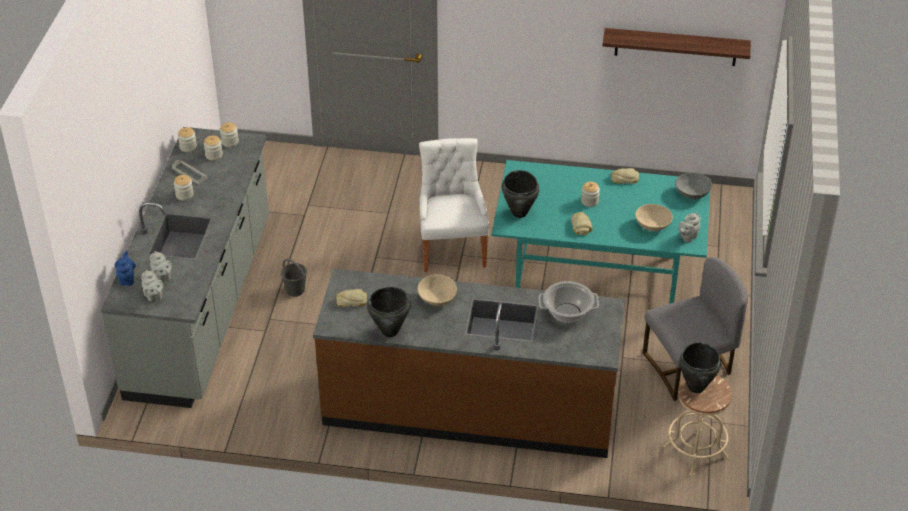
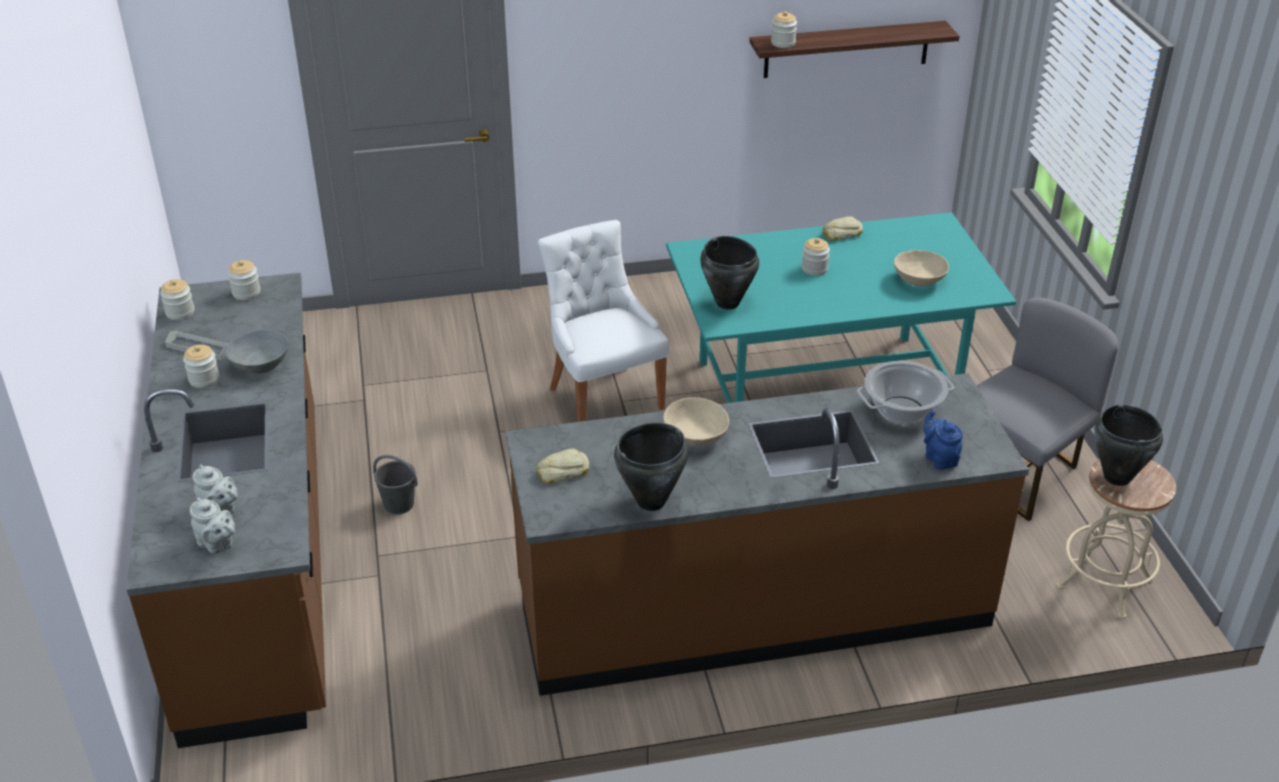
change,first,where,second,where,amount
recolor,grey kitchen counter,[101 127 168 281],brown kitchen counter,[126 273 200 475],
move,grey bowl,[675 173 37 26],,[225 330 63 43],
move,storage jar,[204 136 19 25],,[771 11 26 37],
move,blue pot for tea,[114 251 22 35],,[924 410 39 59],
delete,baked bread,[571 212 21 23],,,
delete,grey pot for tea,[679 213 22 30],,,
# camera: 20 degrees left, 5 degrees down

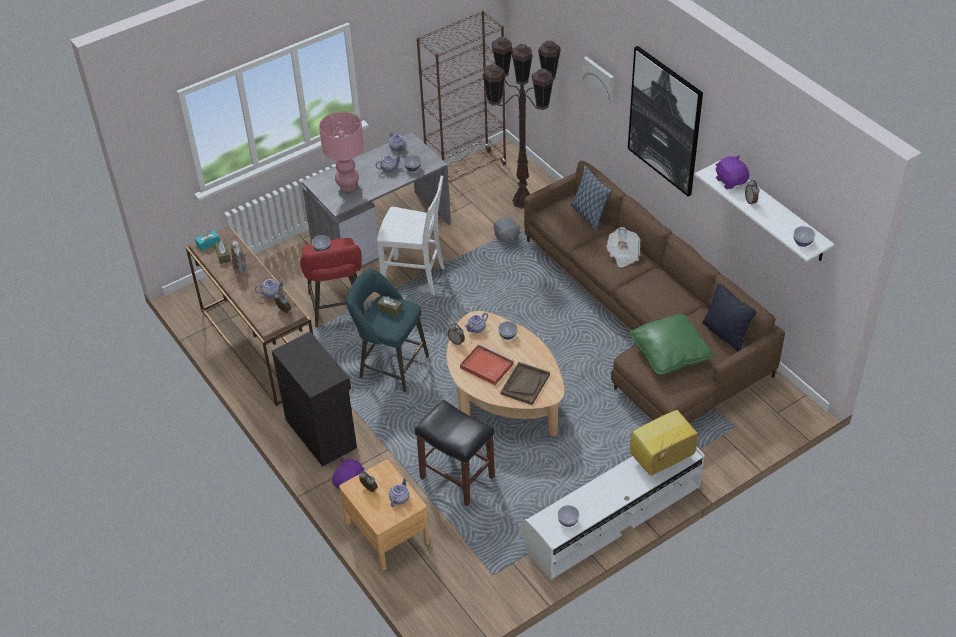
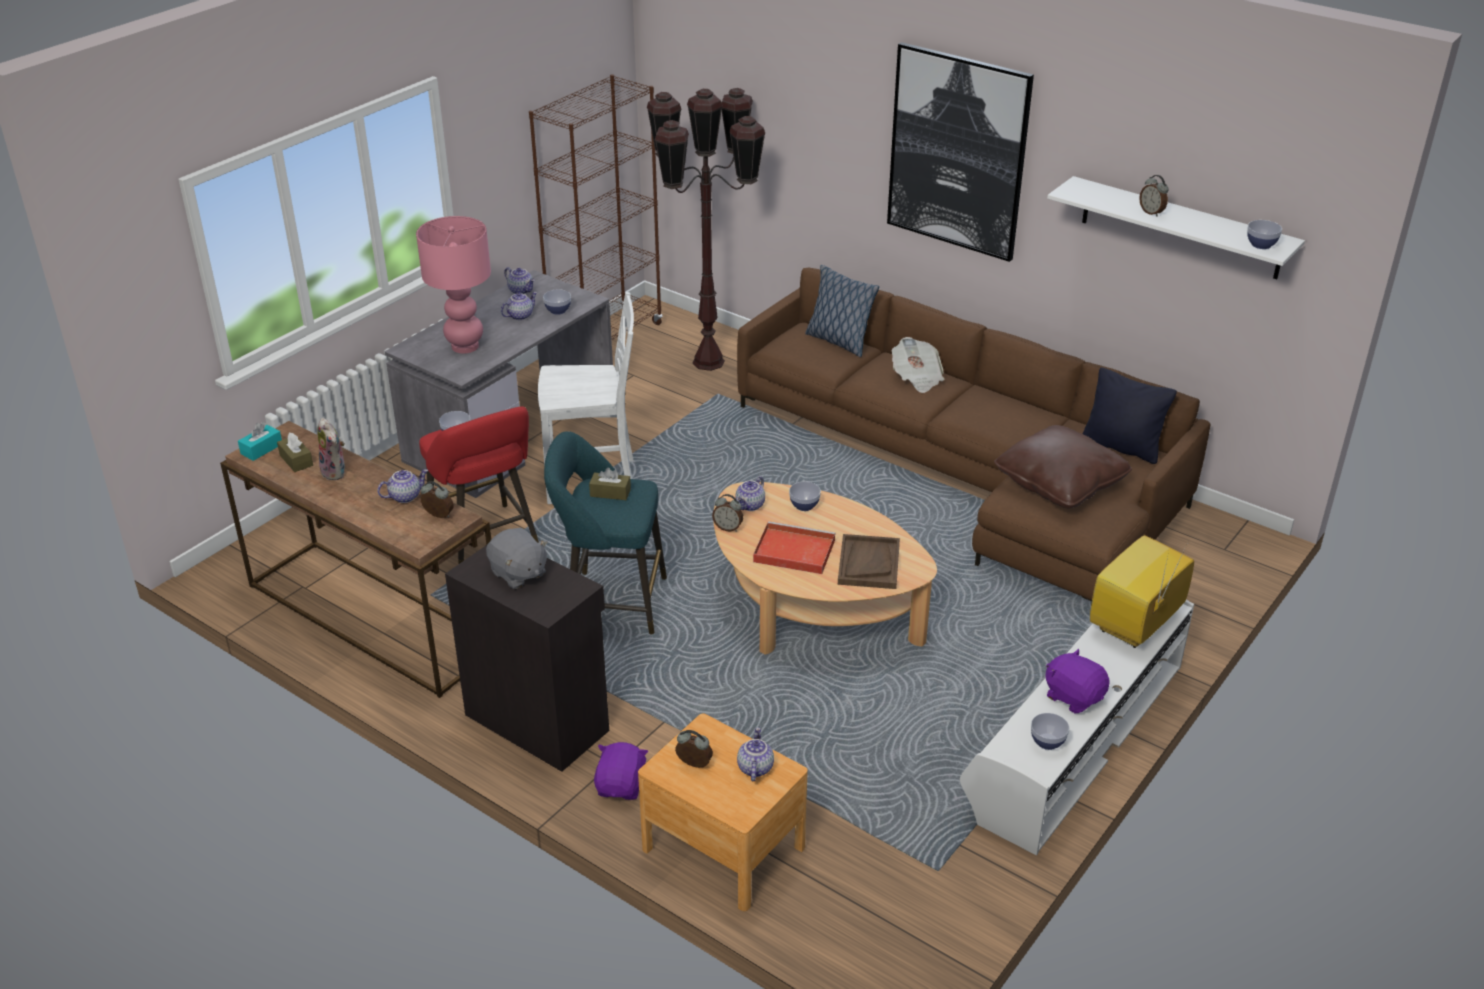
change,first,where,second,where,amount
move,grey cuddly toy,[493 217 28 28],,[486 528 62 61],
recolor,green-coloured throw pillow,[630 314 83 61],brown throw pillow,[994 425 138 84],
move,purplish cuddly toy,[715 156 34 33],,[1046 649 64 65],
delete,black stool,[415 400 80 106],,,
delete,wall picture,[582 56 32 46],,,
# camera: 20 degrees left, 10 degrees down

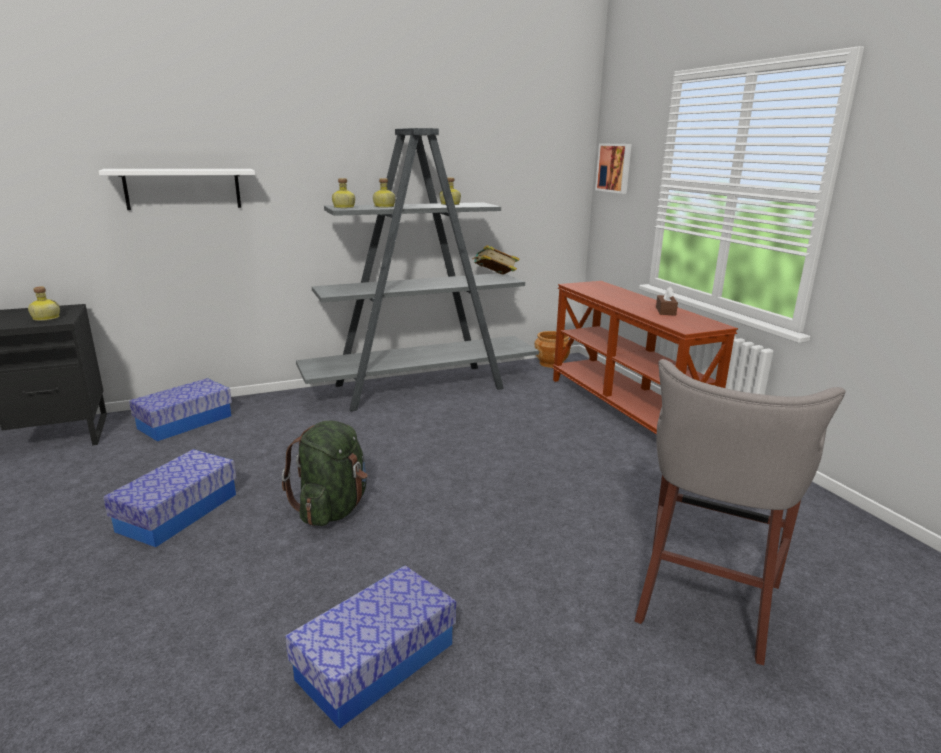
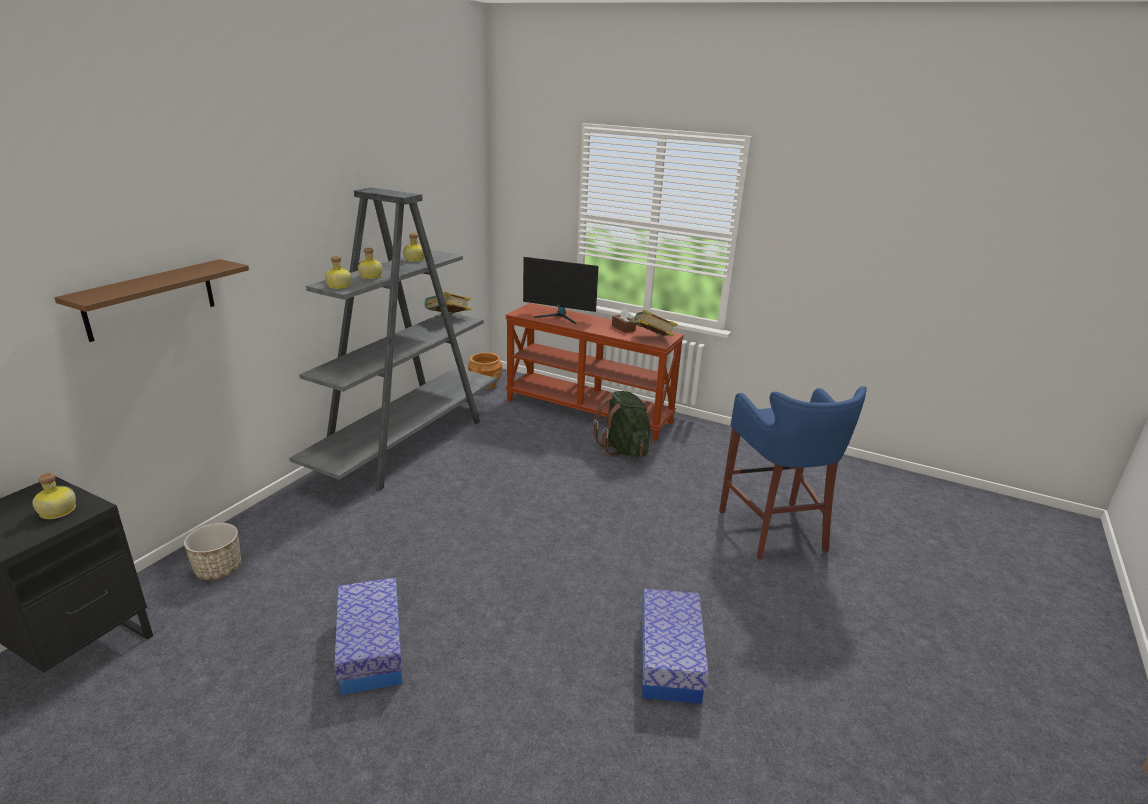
change,first,where,second,where,amount
recolor,whitish shelf,[99 169 156 41],brown shelf,[54 259 195 83],
replace,storage bin,[129 378 103 63],flower pot,[184 523 58 57],
insert,,,computer display,[523 257 75 67],
move,green-coloured backpack,[282 421 86 105],,[593 391 57 67],
insert,,,volume,[632 310 46 26],
recolor,grey stool,[635 359 211 306],blue stool,[719 386 148 173],
delete,wall picture,[595 143 36 51],,,
# camera: 40 degrees left, 5 degrees up

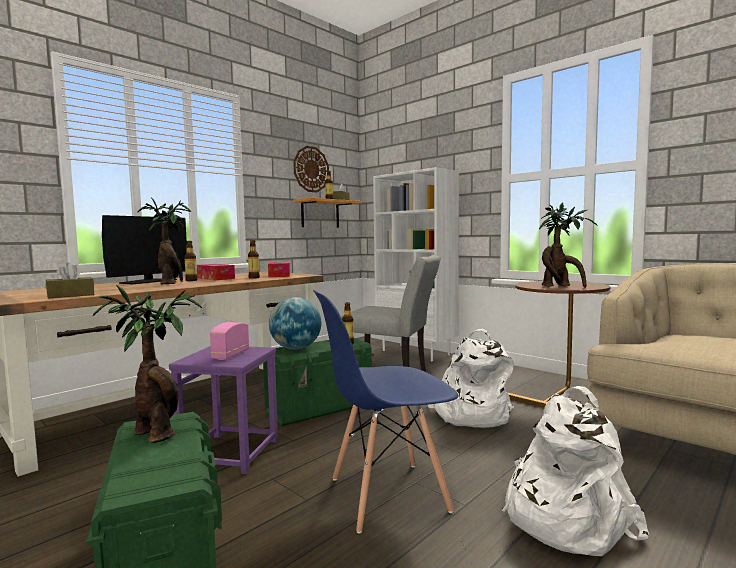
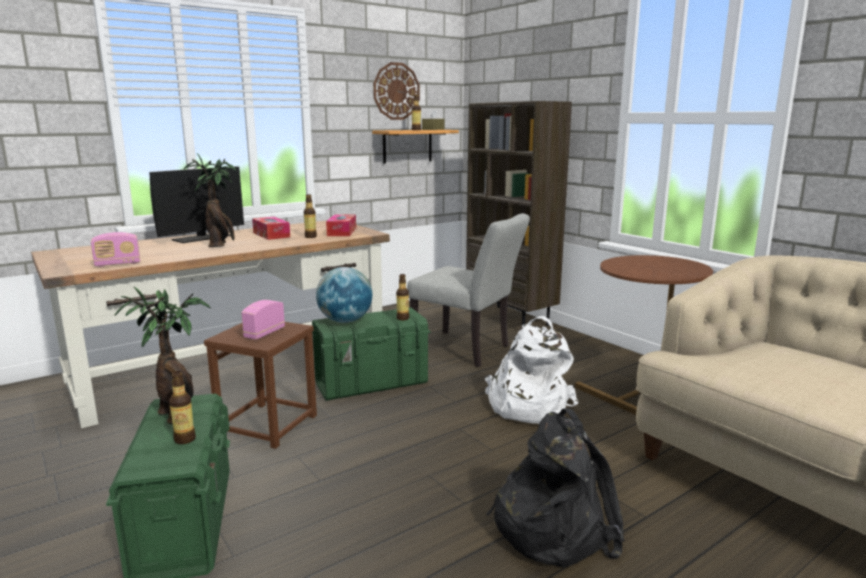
change,first,where,second,where,amount
replace,brown box of tissues,[46 262 48 37],radio,[91 232 49 35],
move,bottle,[184 241 13 40],,[169 371 27 73],
recolor,purplish stool,[169 346 109 128],brown stool,[204 322 113 127],
recolor,whitish bookshelf,[373 167 86 194],brown bookshelf,[466 101 106 225],
recolor,whitish backpack,[502 386 147 170],black backpack,[486 408 138 159],
delete,blue plain chair,[313 290 146 244],,,
delete,potted plant,[539 202 59 86],,,
# camera: 10 degrees right, 10 degrees up

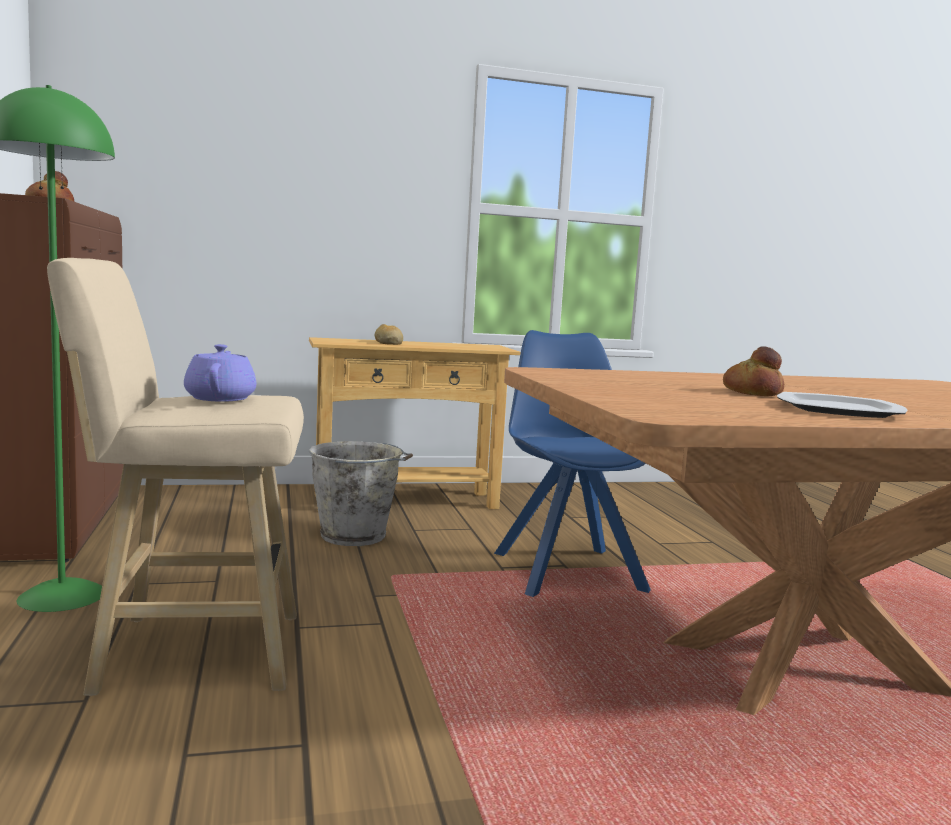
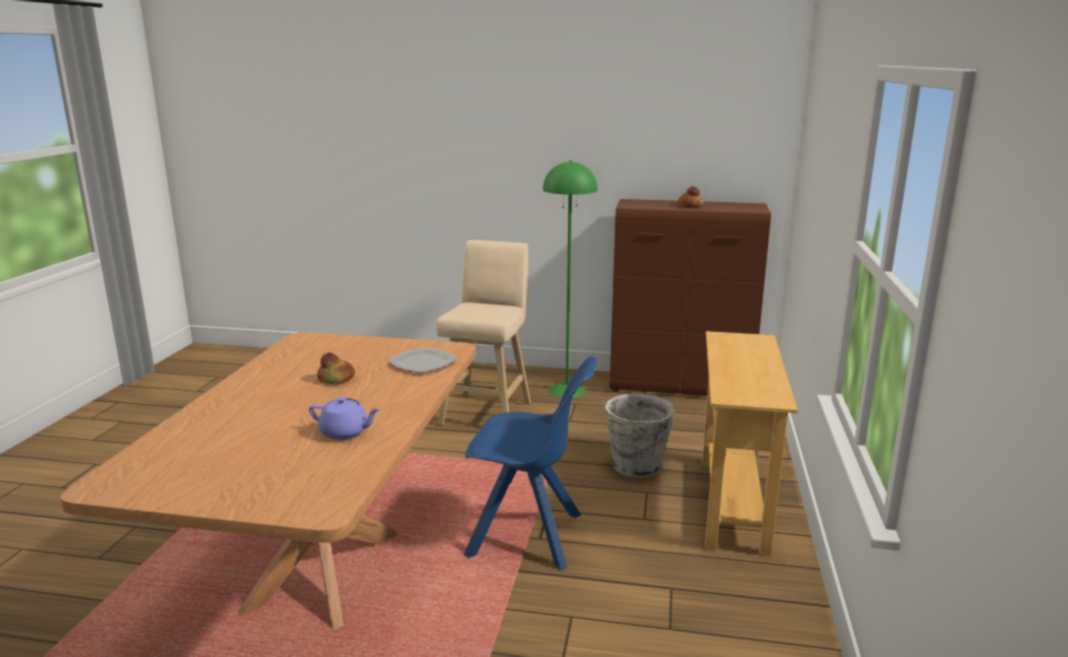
change,first,where,second,where,amount
move,purplish pot for tea,[184 344 72 58],,[309 397 71 43],
move,plate,[777 392 130 26],,[388 347 70 26],
delete,baked bread,[375 324 28 21],,,
# camera: 115 degrees right, 10 degrees up

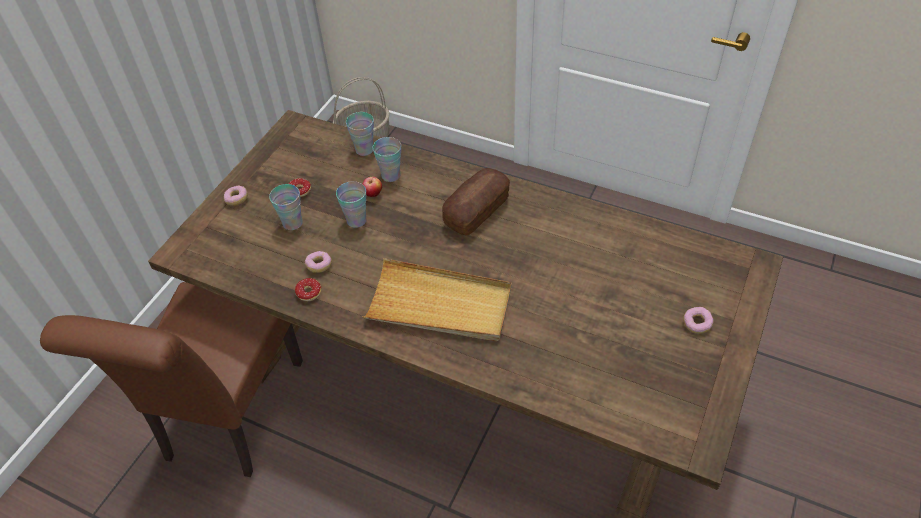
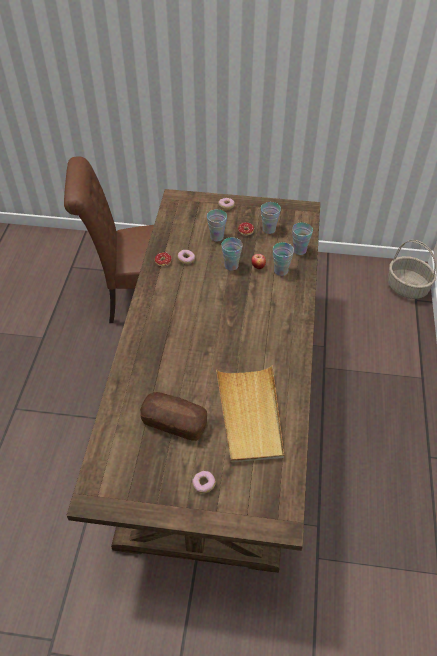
change,first,where,second,where,amount
move,baked bread,[442 168 68 67],,[140 392 67 49],
move,beige-coloured tray,[362 258 150 83],,[216 365 68 97],
insert,,,cup,[261 202 20 32],
# camera: 70 degrees right, 0 degrees up

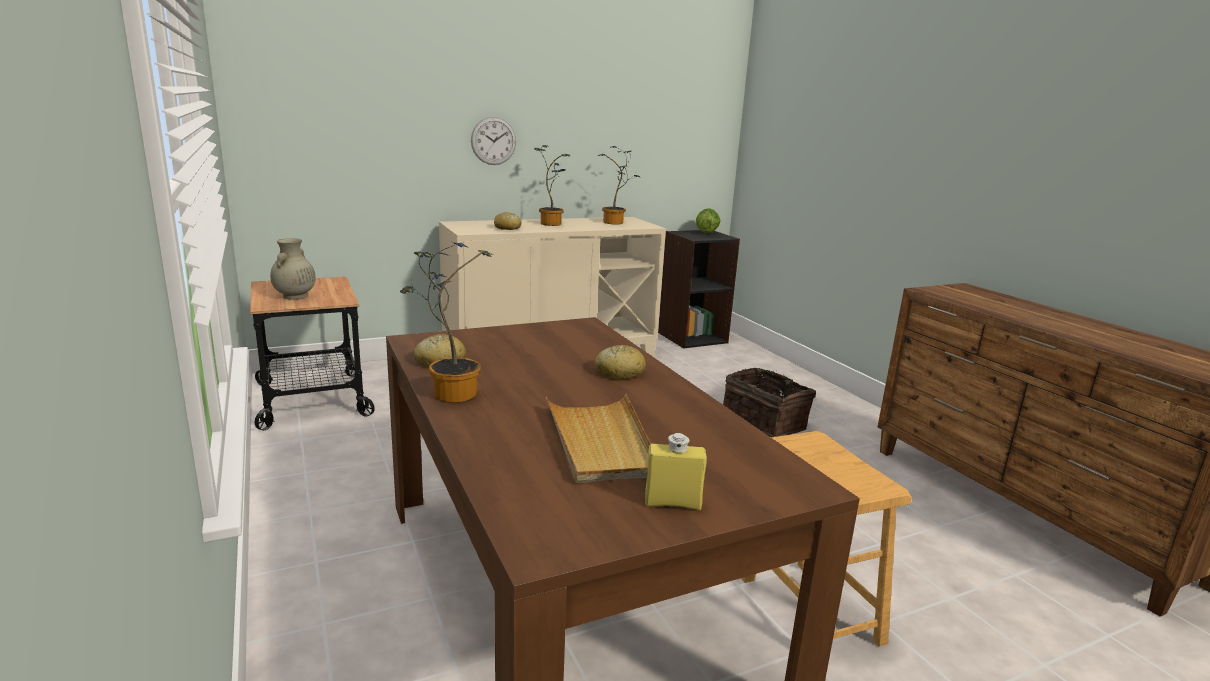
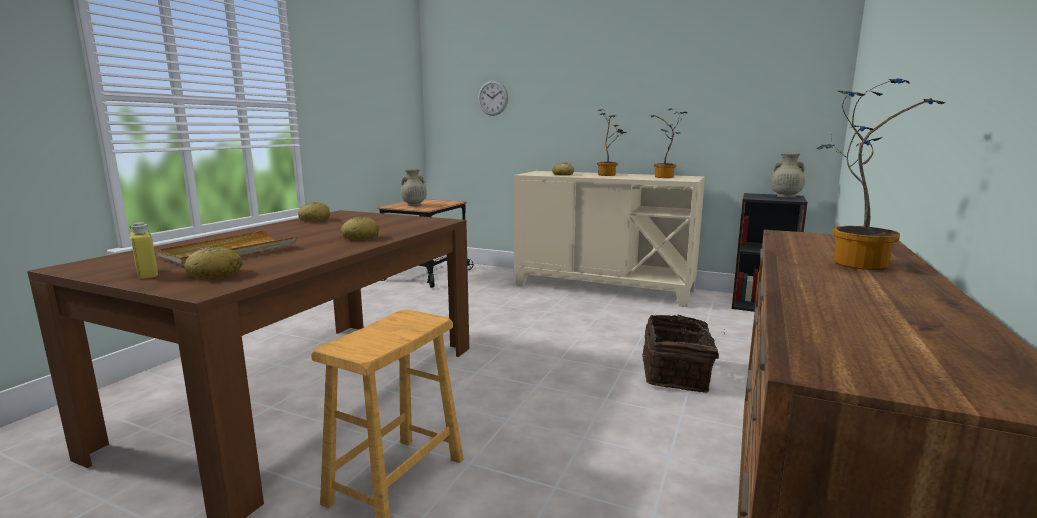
change,first,where,second,where,amount
insert,,,baked bread,[184 247 59 32],
move,wall clock,[471 117 45 48],,[478 80 30 36],
replace,lettuce,[696 208 24 26],beige-coloured decorative vase,[771 153 34 45],
move,potted plant,[400 242 92 161],,[816 78 129 192],
# camera: 50 degrees right, 5 degrees down

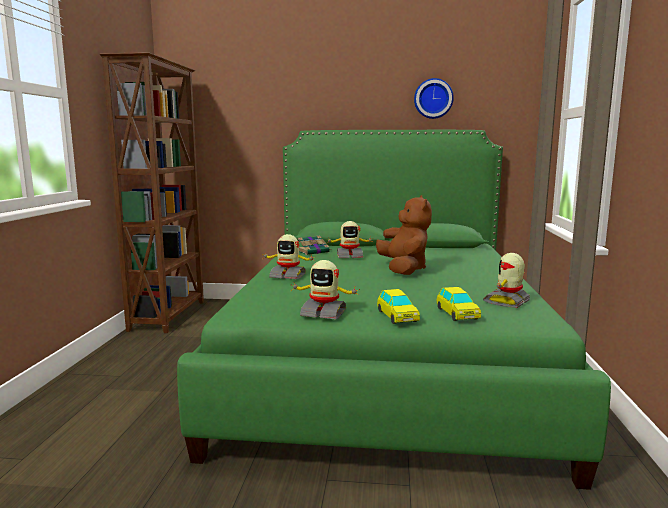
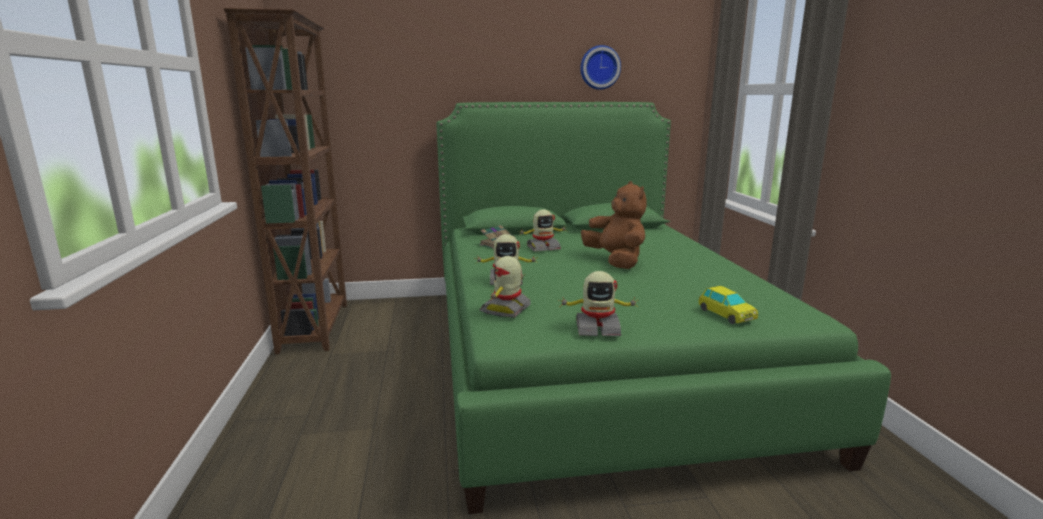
change,first,where,second,where,amount
move,robot figure,[483 253 47 55],,[480 256 51 62],
delete,model car,[377 289 43 35],,,
# camera: 15 degrees left, 5 degrees up

